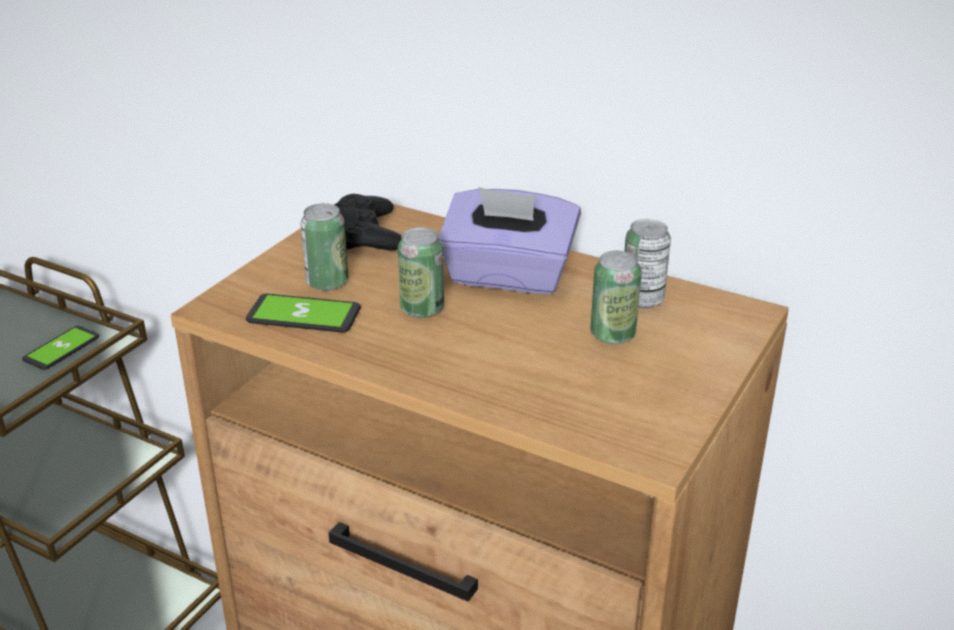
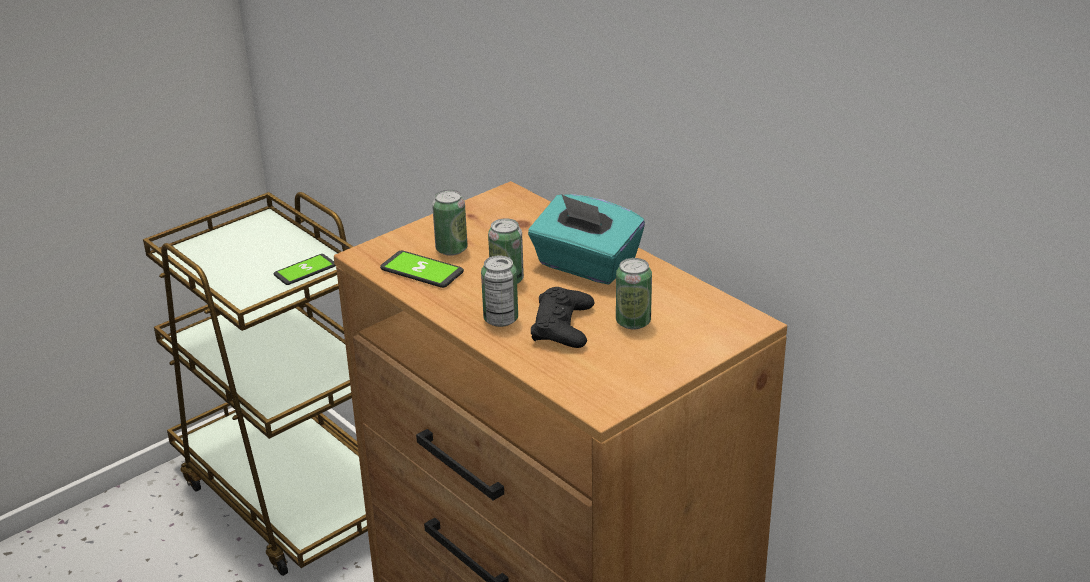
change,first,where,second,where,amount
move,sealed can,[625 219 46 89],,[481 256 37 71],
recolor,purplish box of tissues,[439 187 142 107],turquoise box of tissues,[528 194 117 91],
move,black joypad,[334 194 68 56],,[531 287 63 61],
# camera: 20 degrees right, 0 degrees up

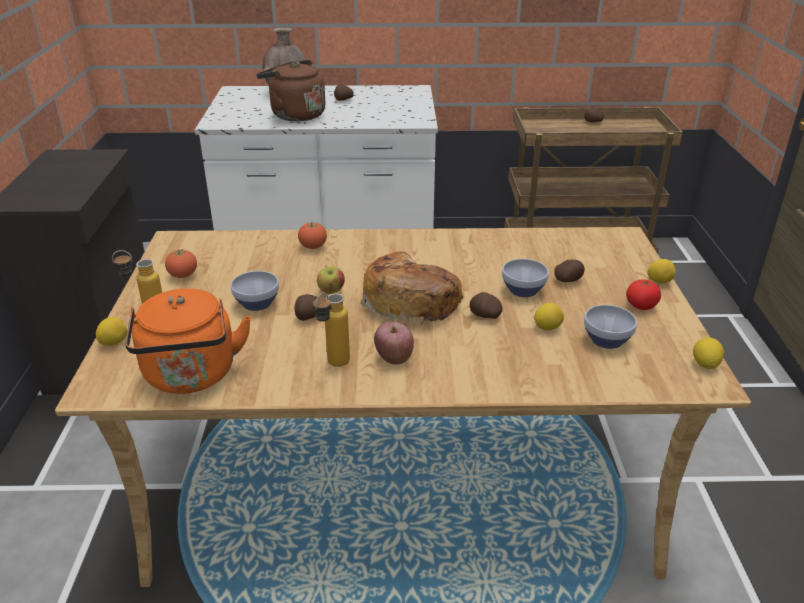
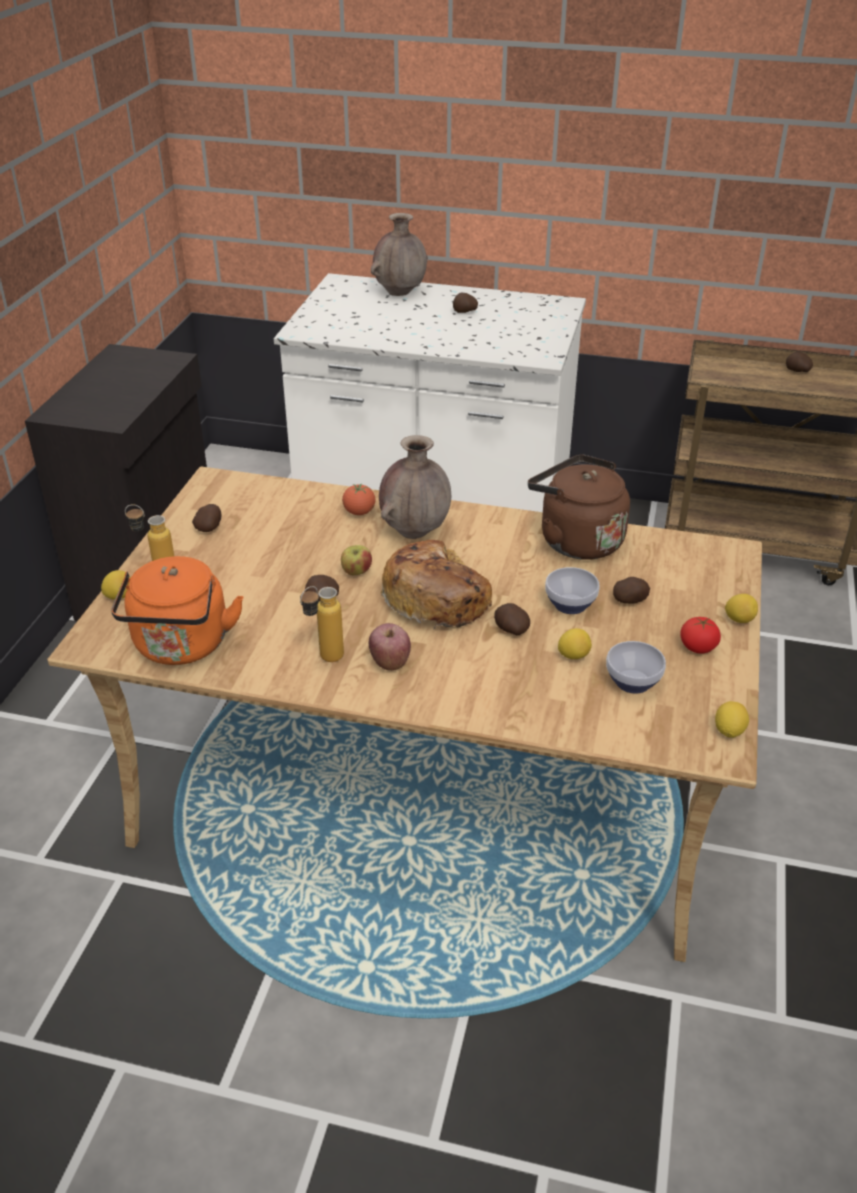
change,first,where,second,where,amount
replace,whole tomato,[165 248 32 30],spud,[192 504 29 28],
insert,,,brown decorative vase,[379 435 72 104],
move,brown kettle,[256 60 70 62],,[528 455 102 105],
delete,bowl,[231 271 48 40],,,
# camera: 15 degrees right, 5 degrees up

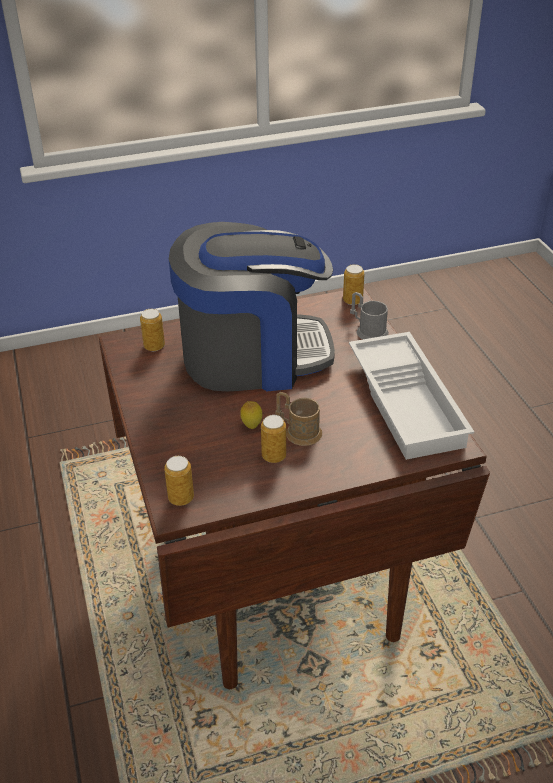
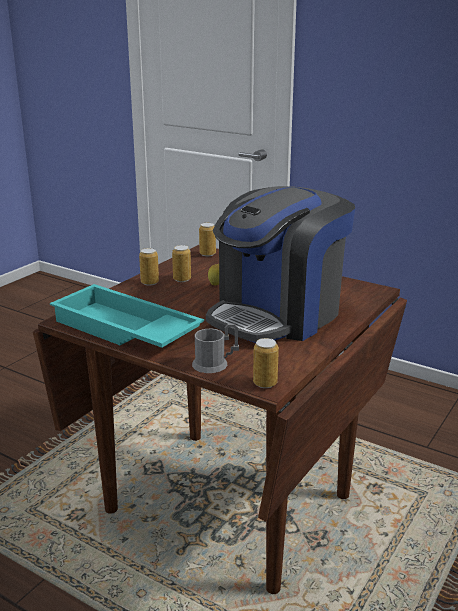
change,first,where,second,where,amount
recolor,whitish tray,[349 332 125 128],turquoise tray,[50 284 154 64],
move,sealed can,[140 309 25 42],,[139 248 20 38],
delete,brown mug,[275 392 47 54],,,
# camera: 140 degrees right, 15 degrees down

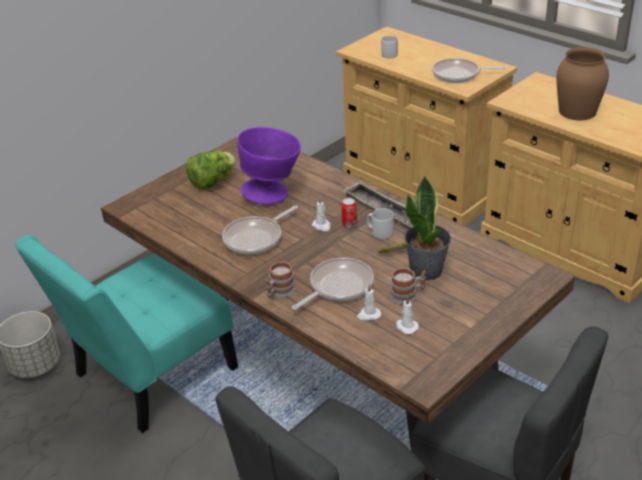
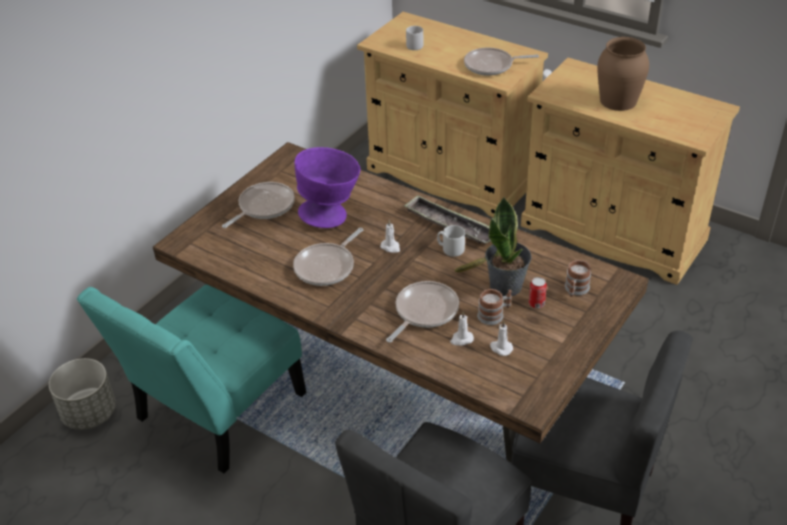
change,first,where,second,where,amount
replace,lettuce,[186 151 50 39],skillet,[222 182 73 46],
move,sealed can,[341 198 16 30],,[529 277 18 31],
move,mug,[266 261 30 37],,[564 260 27 37],
# camera: 10 degrees left, 5 degrees up

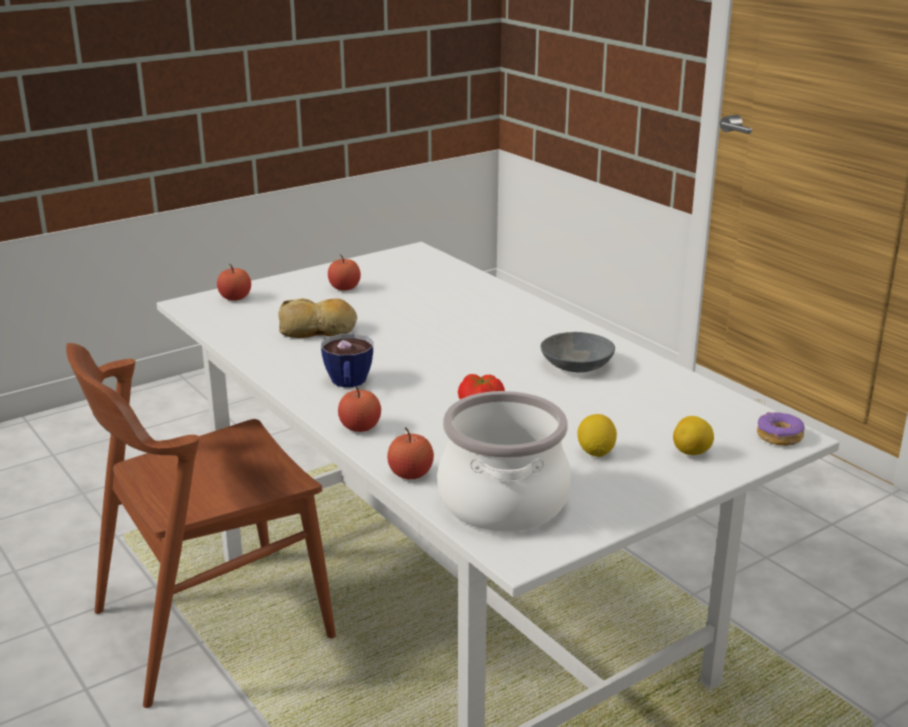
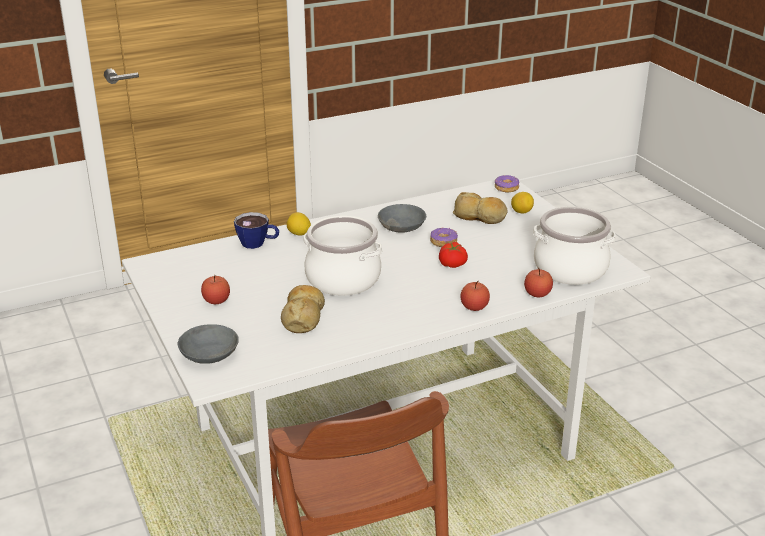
change,first,where,second,where,amount
replace,apple fruit,[217 264 34 37],grey bowl,[178 324 61 40],
move,cup,[321 334 52 54],,[234 212 45 37],
move,whole lemon,[577 414 40 43],,[286 212 25 24],
insert,,,cooking pot,[303 216 79 80],
insert,,,doughnut,[430 227 28 20],
insert,,,baked bread,[453 192 55 32],
# camera: 80 degrees left, 5 degrees up

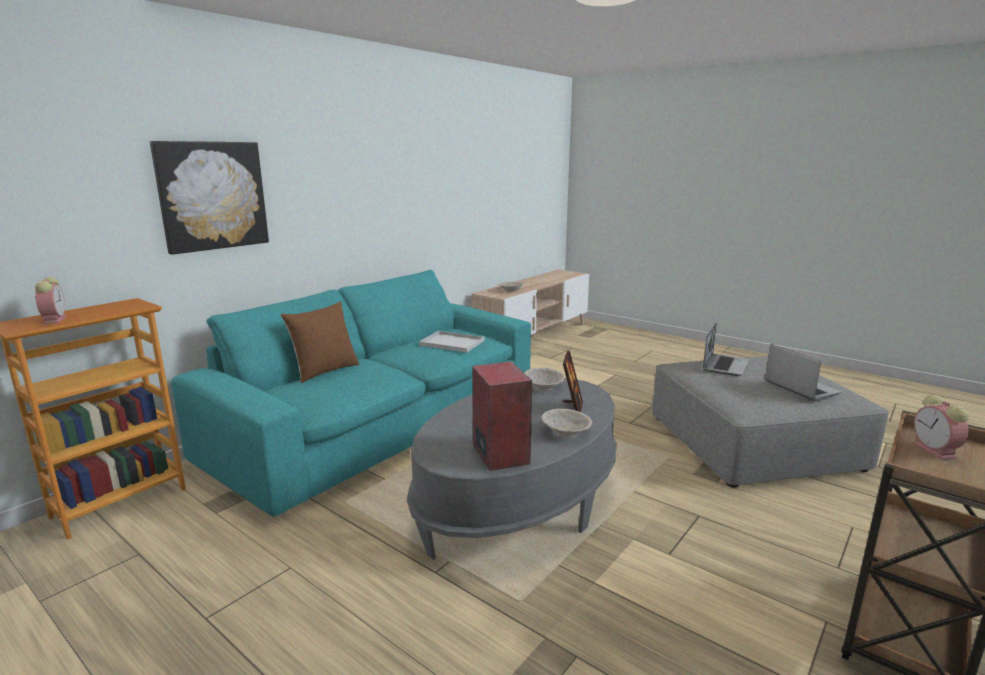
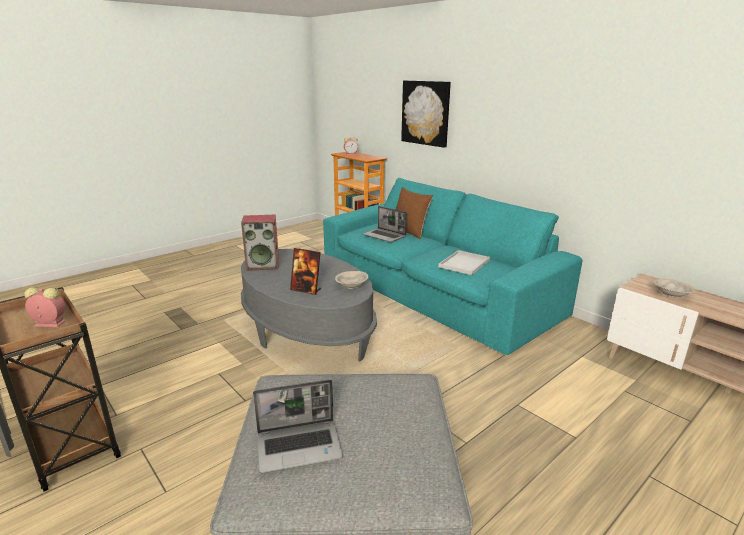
change,first,where,second,where,amount
move,portable computer,[703 322 46 54],,[363 206 44 36],
delete,beige-coloured bowl,[542 409 50 28],,,
# camera: 100 degrees right, 5 degrees up

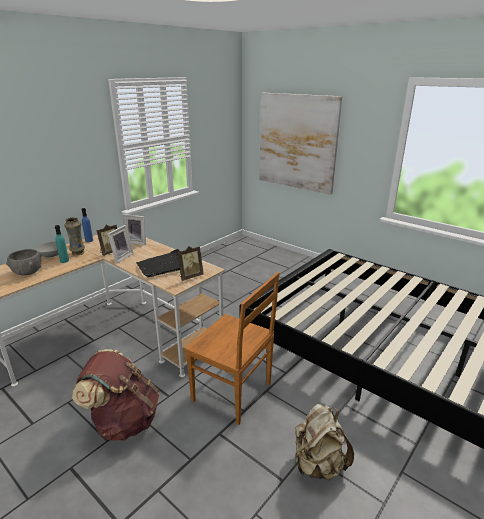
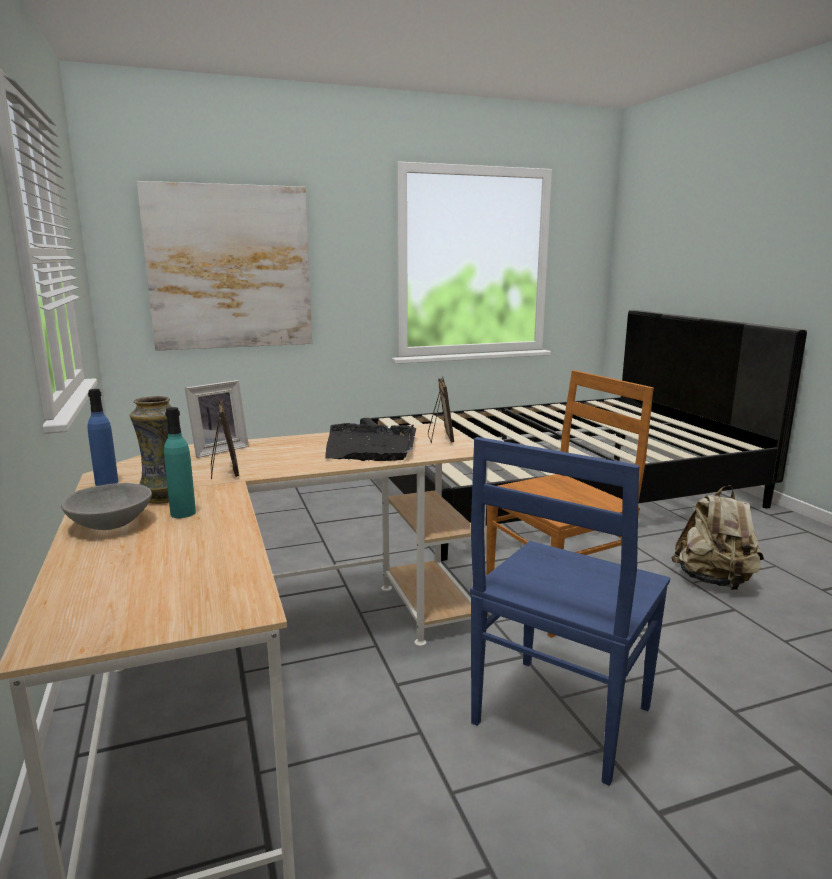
change,first,where,second,where,amount
replace,brown backpack,[72 349 87 92],blue plain chair,[470 437 200 349],
delete,grey bowl,[6 249 36 26],,,
delete,photo frame,[108 225 26 39],,,
# camera: 60 degrees left, 10 degrees down

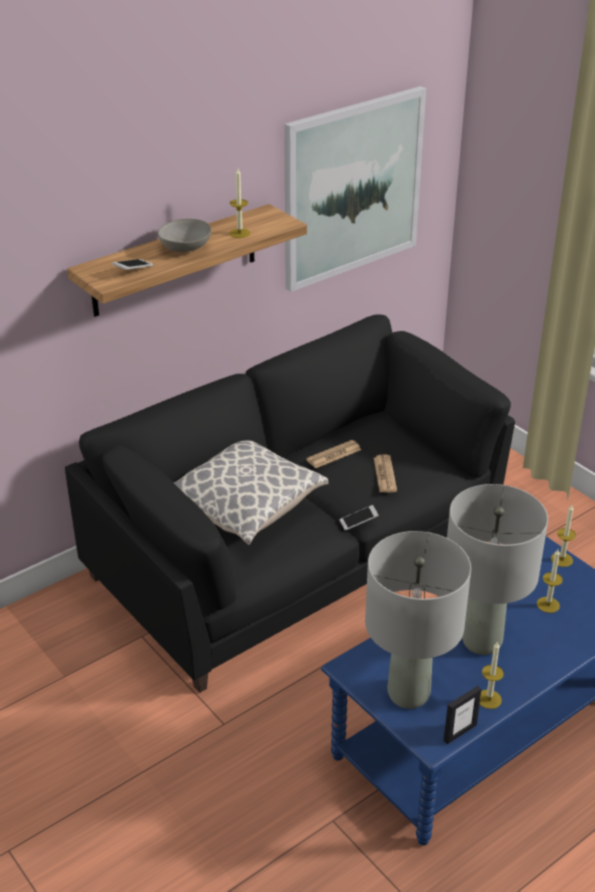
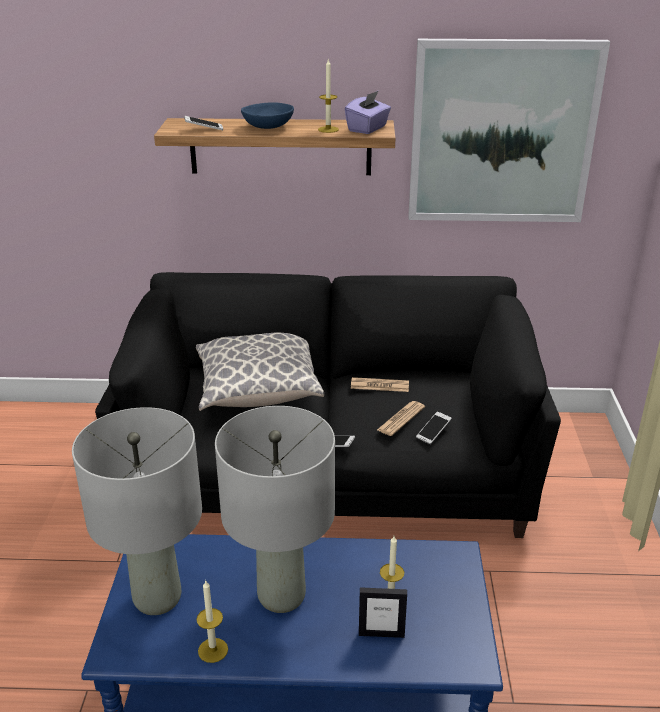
change,first,where,second,where,amount
recolor,grey bowl,[158 219 53 33],blue bowl,[241 102 53 27],
insert,,,purplish box of tissues,[345 90 46 44],
move,photo frame,[444 686 37 58],,[359 587 48 51],
insert,,,handset,[416 411 36 33],
delete,candle,[551 505 25 62],,,
# camera: 40 degrees right, 5 degrees down

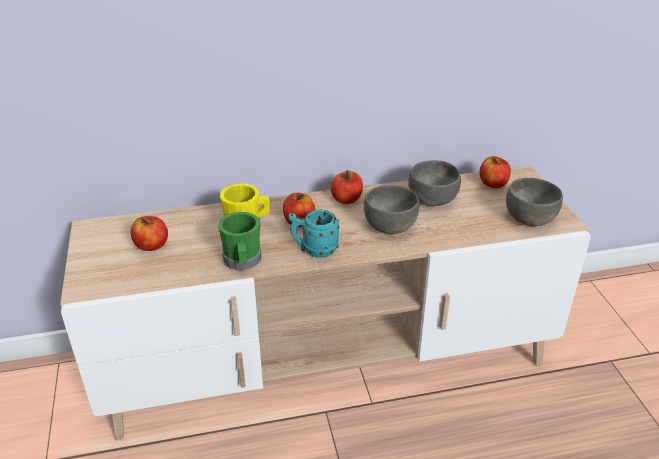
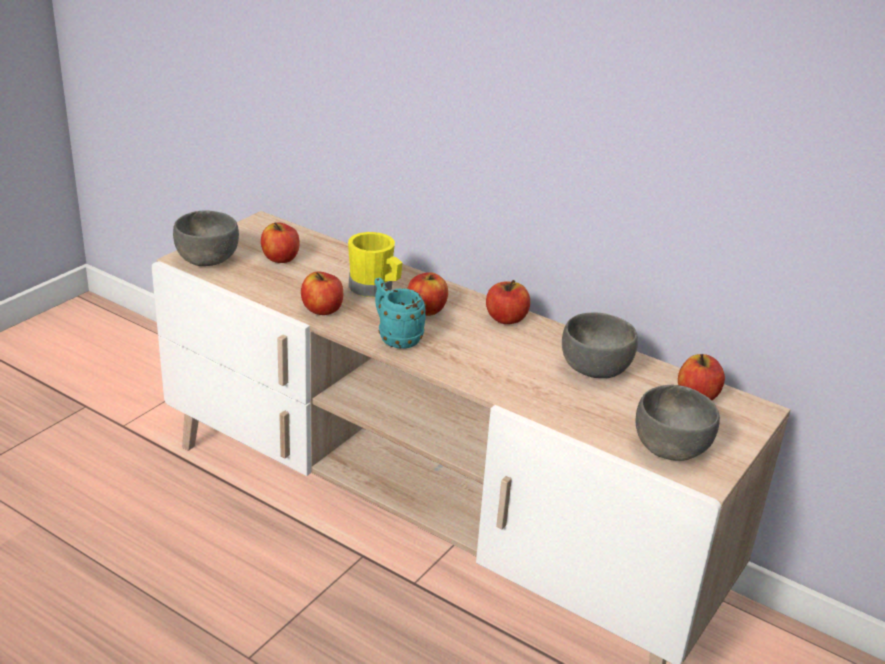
change,first,where,second,where,amount
move,grey bowl,[364 185 55 49],,[173 210 66 56],
replace,green-coloured mug,[218 212 44 58],apple fruit,[301 271 42 44],
# camera: 45 degrees right, 5 degrees down

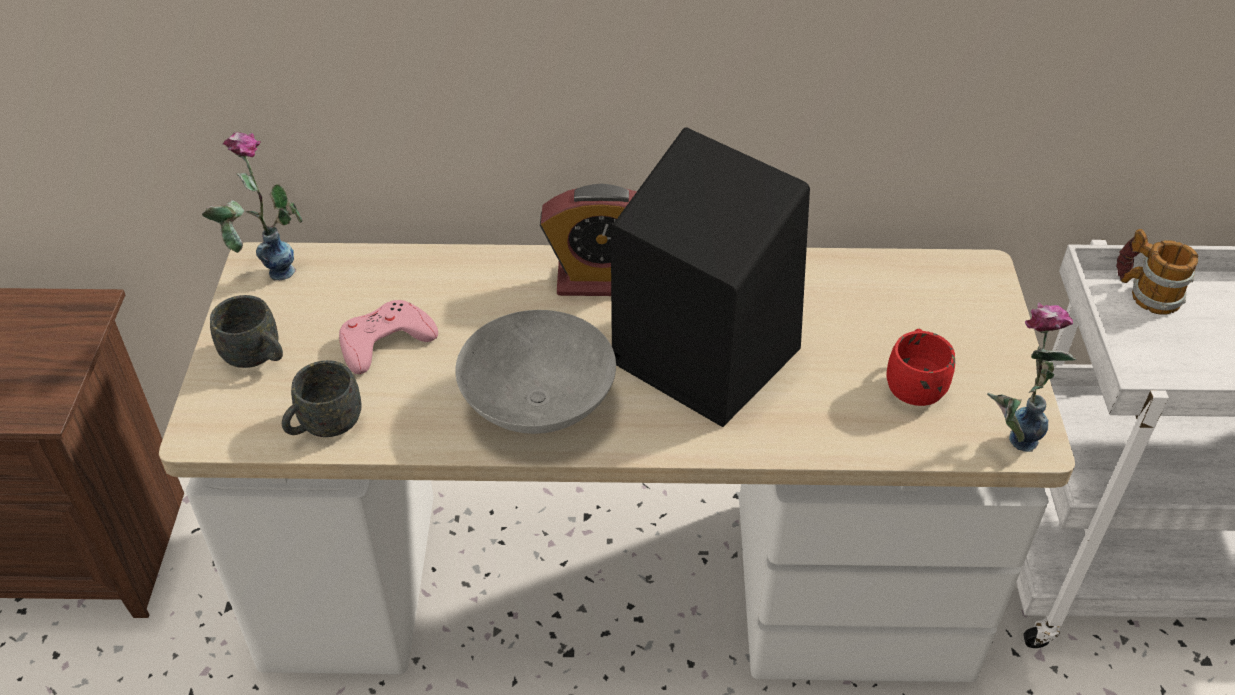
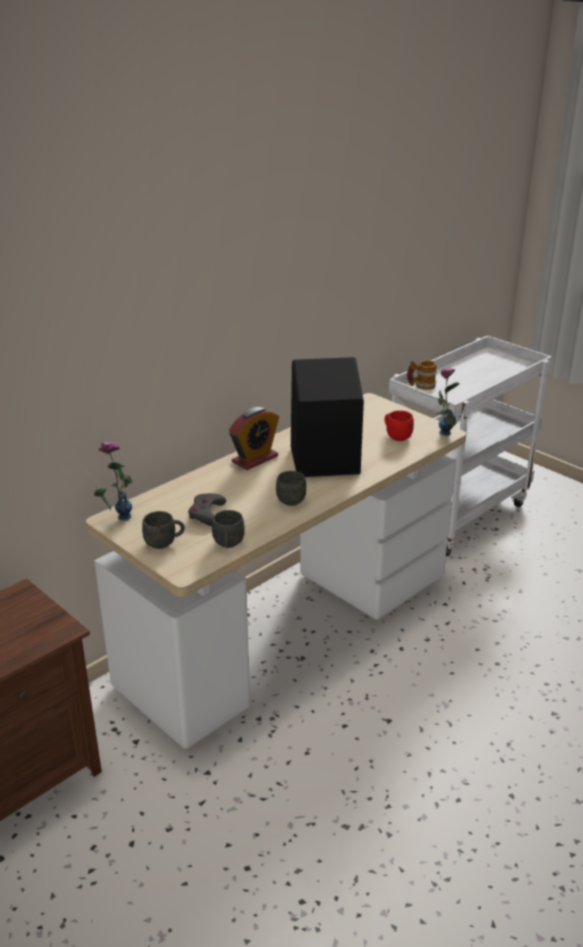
change,first,where,second,where,amount
recolor,pink-coloured joypad,[339 300 99 74],grey joypad,[188 493 38 33],
replace,grey bowl,[455 310 161 124],grey mug,[276 471 30 35],
# camera: 45 degrees left, 15 degrees down

